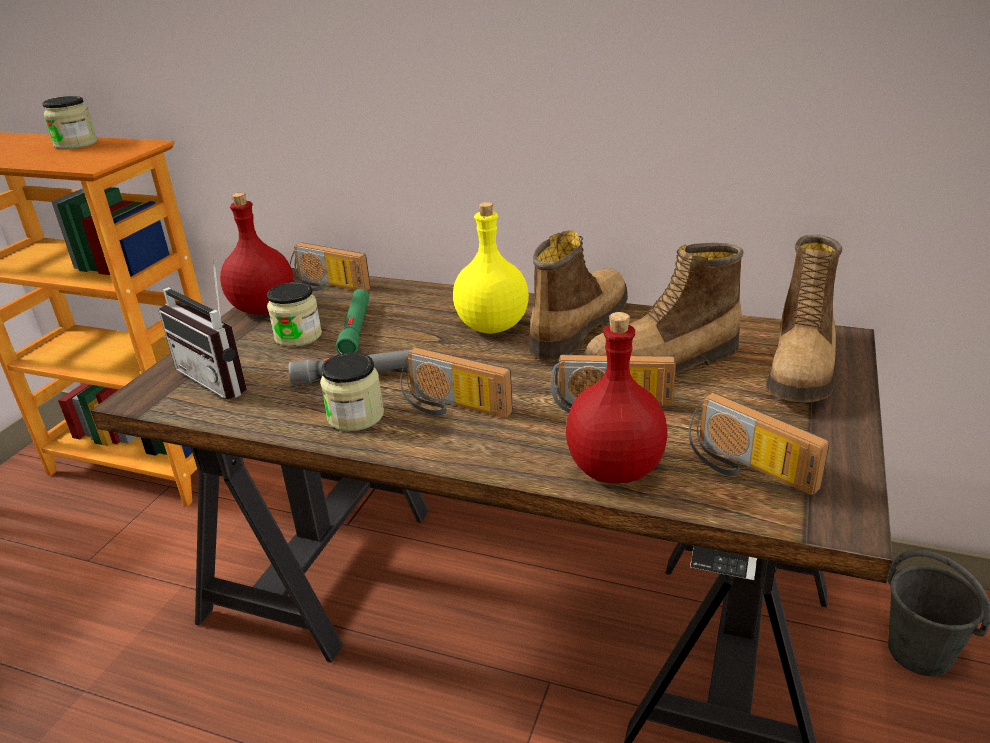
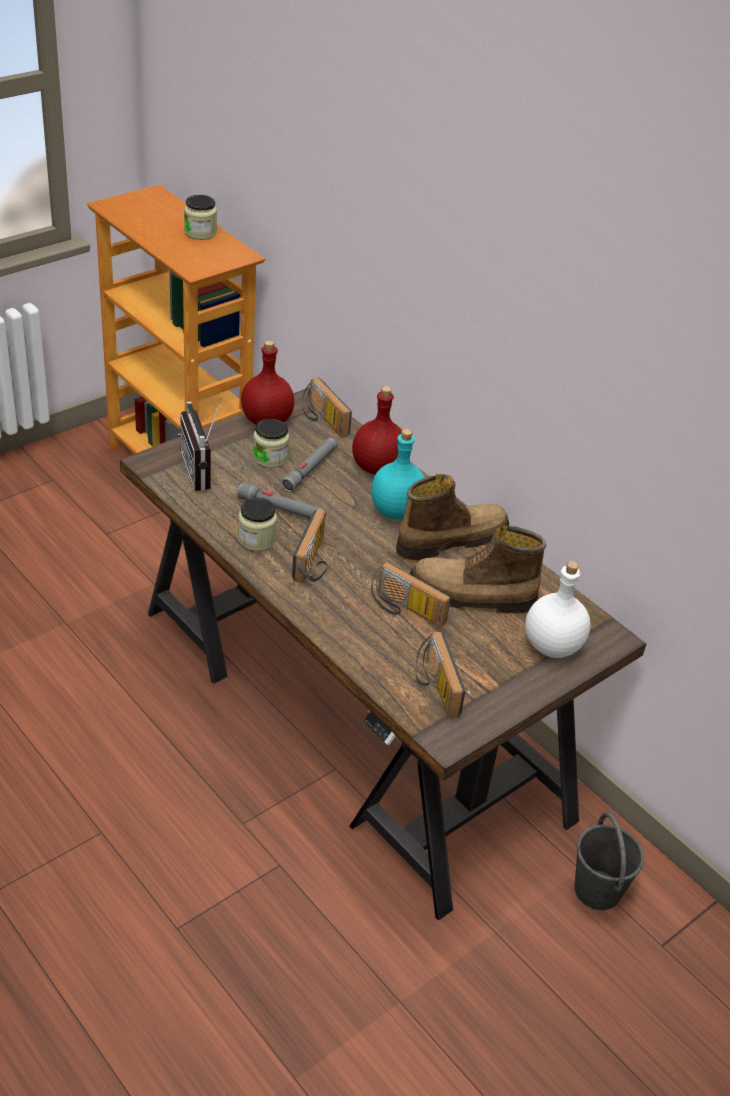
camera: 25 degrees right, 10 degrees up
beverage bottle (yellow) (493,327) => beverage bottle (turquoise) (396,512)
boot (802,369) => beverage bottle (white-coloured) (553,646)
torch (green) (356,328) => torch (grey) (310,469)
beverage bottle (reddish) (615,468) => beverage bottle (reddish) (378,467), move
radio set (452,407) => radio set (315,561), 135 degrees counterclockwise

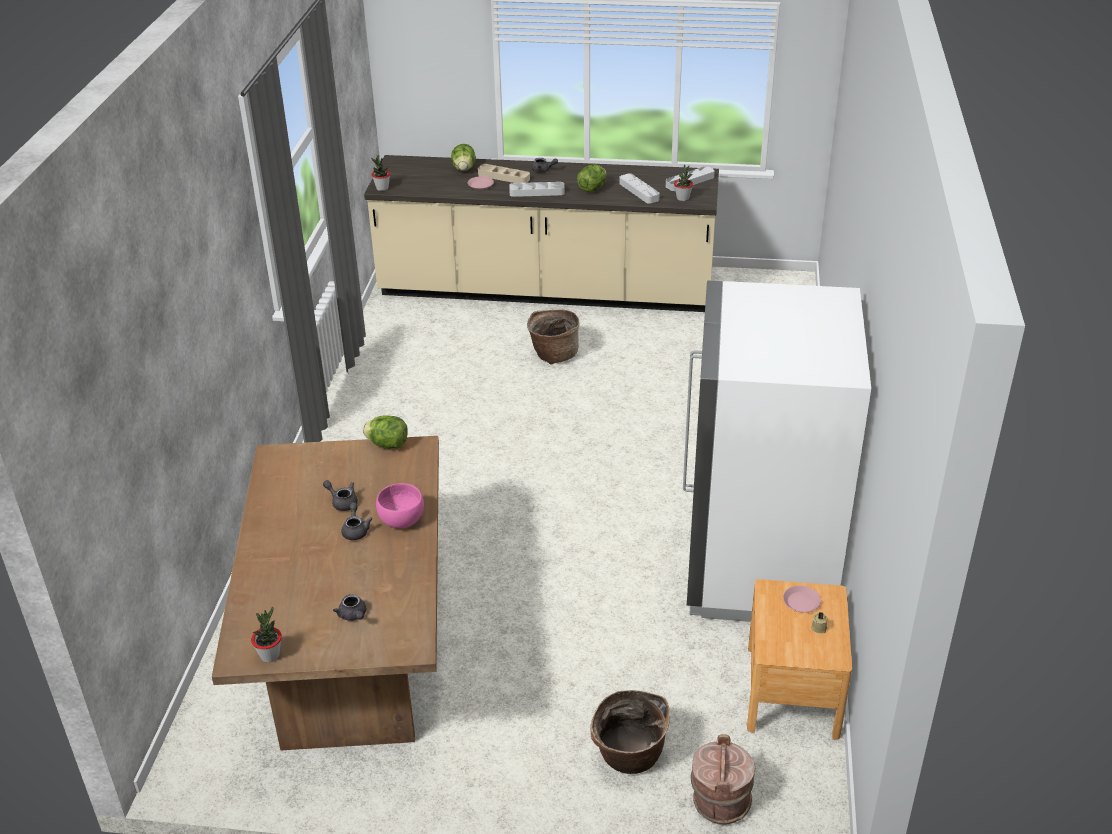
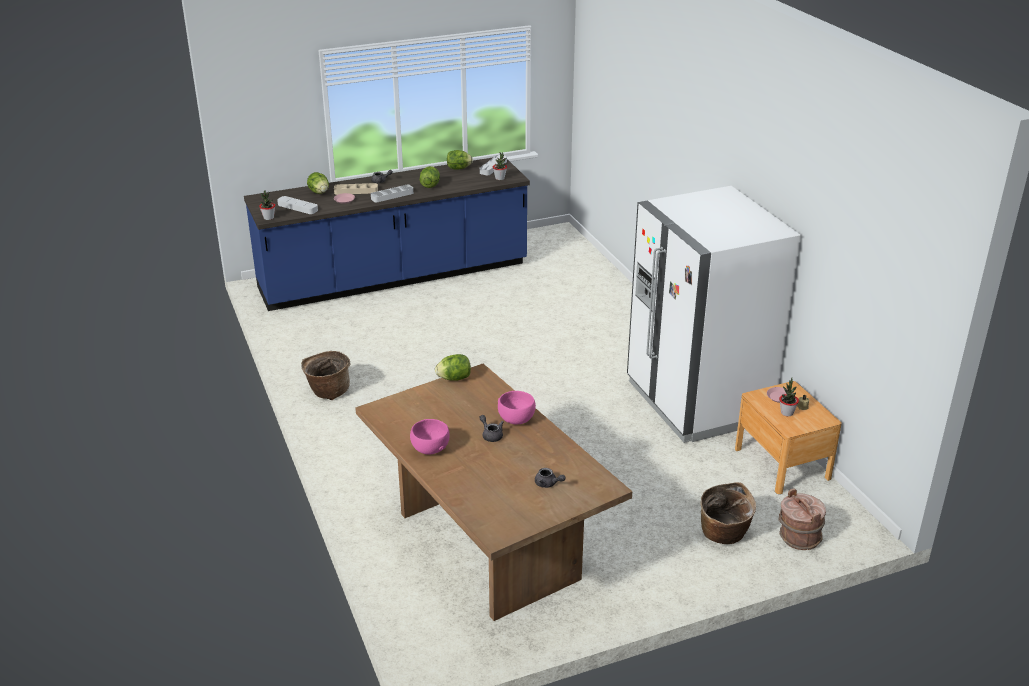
camera: 30 degrees left, 5 degrees down
kitchen counter (beige) (546,290) => kitchen counter (blue) (394,277)
tray (grey) (639,191) => tray (grey) (297,207), move
basket (553,354) => basket (328,392), move
tea pot (grey) (342,502) => nothing
houseplant (270,655) => houseplant (786,413), move
nothing => head of lettuce (458,168)
nothing => bowl (pinkish) (430,449)

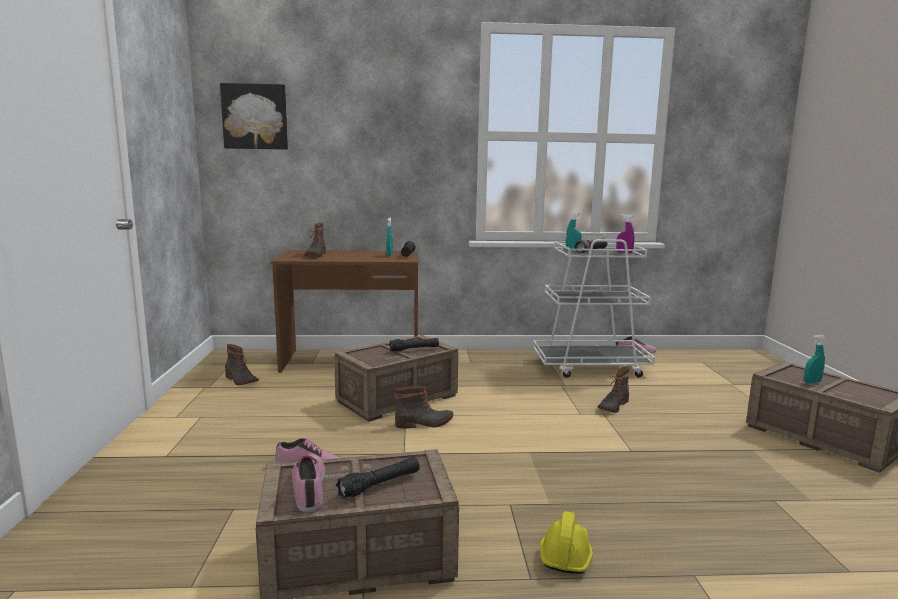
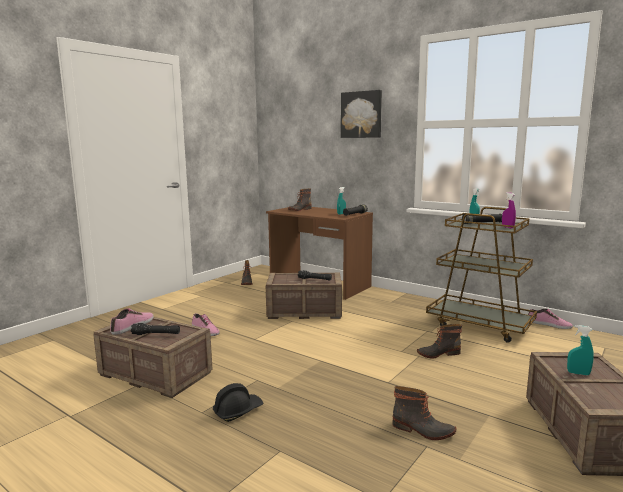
camera: 40 degrees right, 0 degrees up
picture (255,117) => picture (361,114), move
cart (white-coloured) (590,367) => cart (brown-coloured) (480,325)
boot (424,423) => boot (423,430), move
hard hat (yellow) (565,553) => hard hat (black) (238,411)

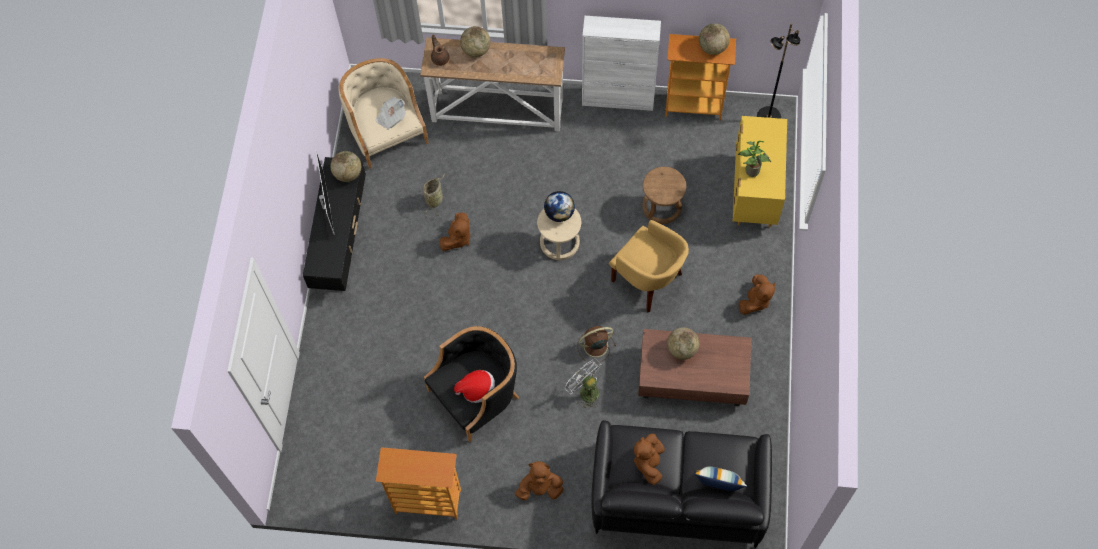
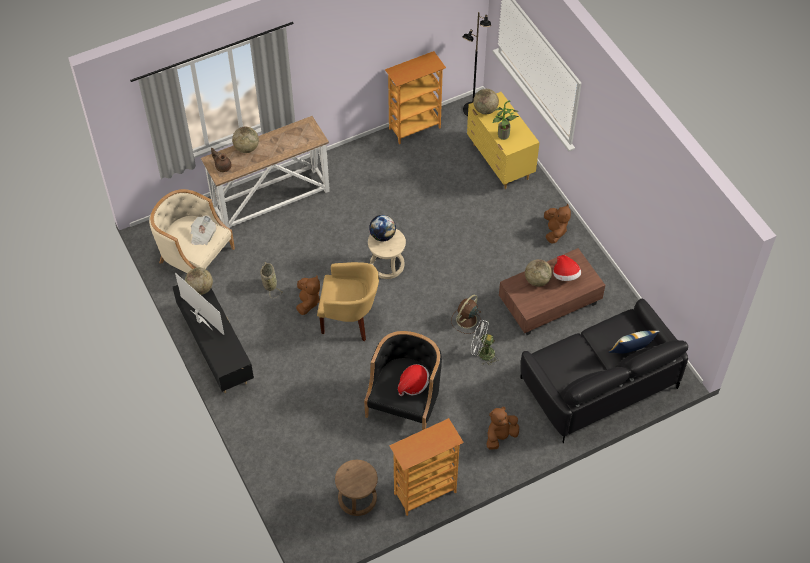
camera: 35 degrees left, 10 degrees down
cabinet (white-coloured) (618,98) => nothing
desk globe (712,48) => desk globe (485,110), move
stool seat (brown-coloured) (662,207) => stool seat (brown-coloured) (357,498), move
lounge chair (yellow) (648,281) => lounge chair (yellow) (349,319), move
plush toy (brown-coloured) (649,462) => nothing
nothing => hat (565,275)

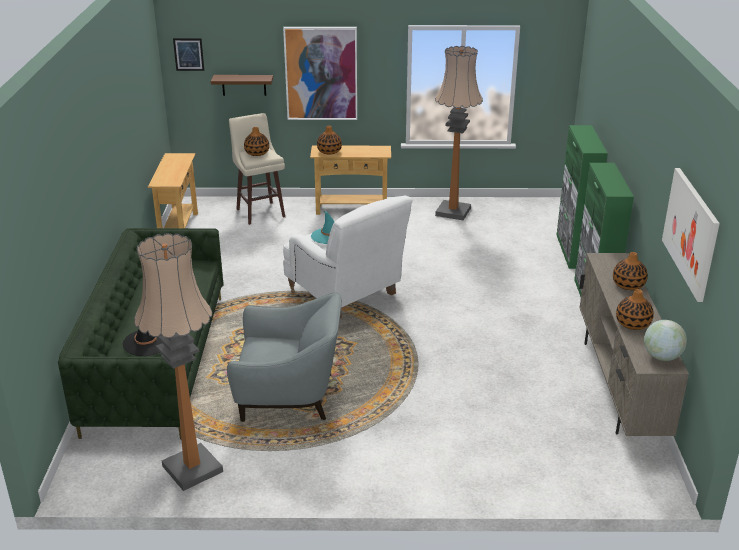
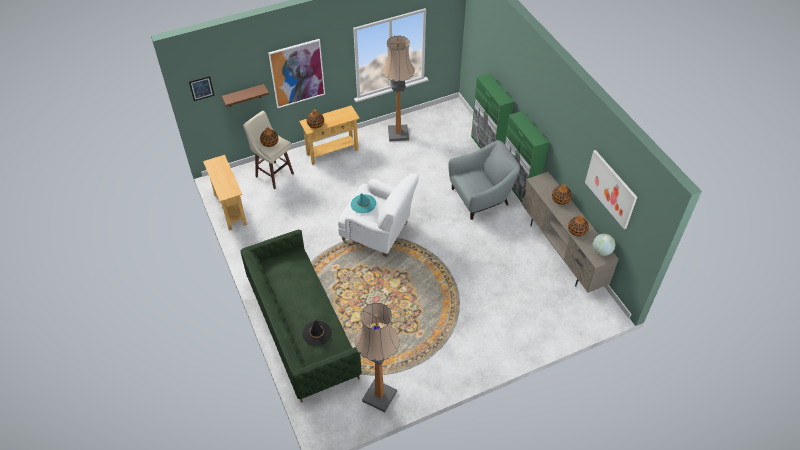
camera: 25 degrees left, 20 degrees up
lounge chair (grey) (289,396) => lounge chair (grey) (481,197), move

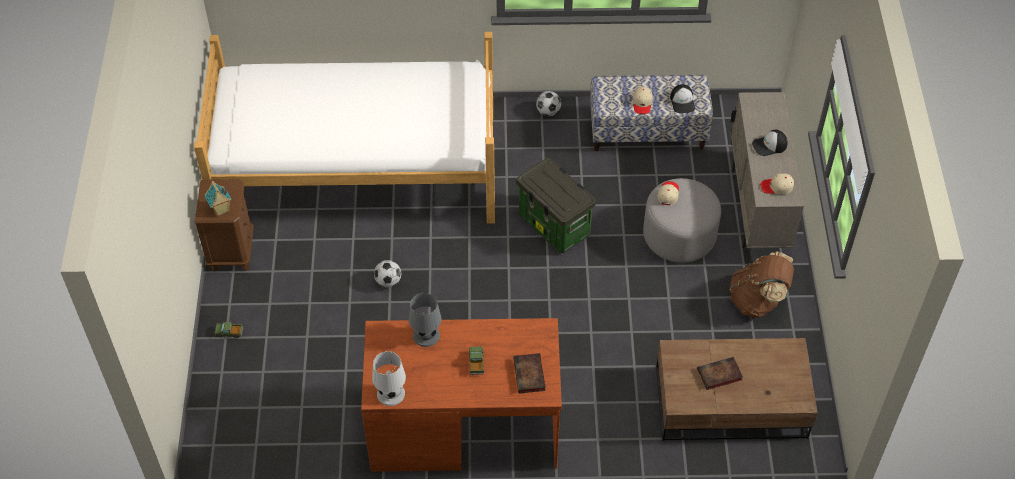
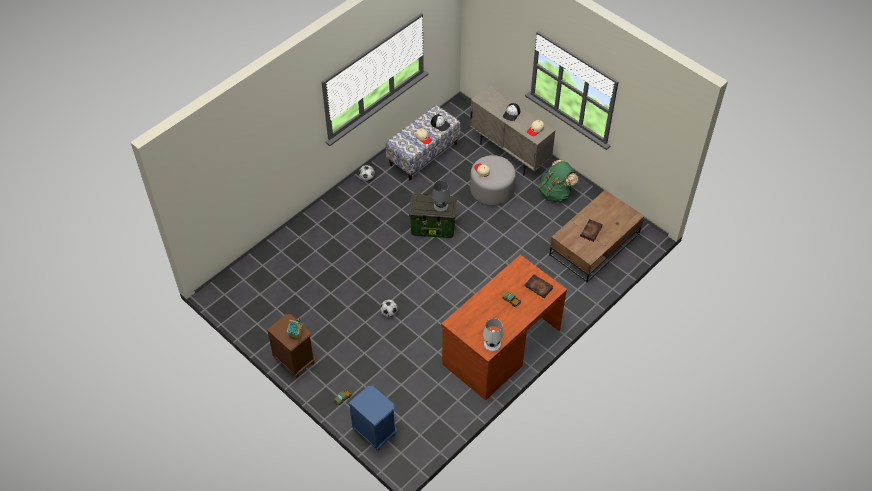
camera: 45 degrees left, 0 degrees up
sleeping bed (357,168) => nothing
rucksack (brown-coloured) (757,301) => rucksack (green) (555,193)
lamp for a table (grey) (426,335) => lamp for a table (grey) (441,206), move
nothing => nightstand (blue) (374,432)

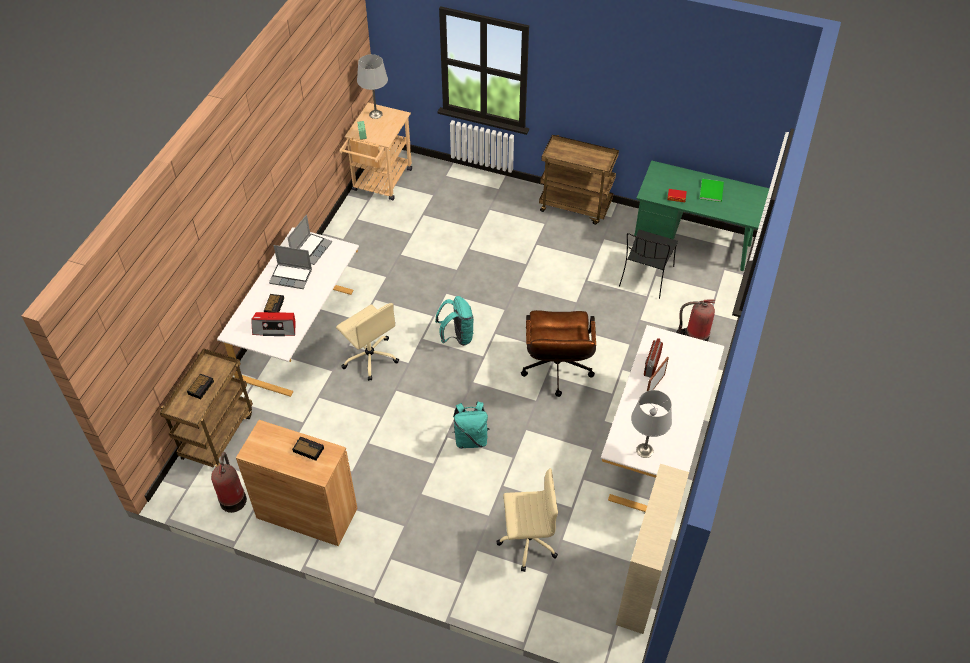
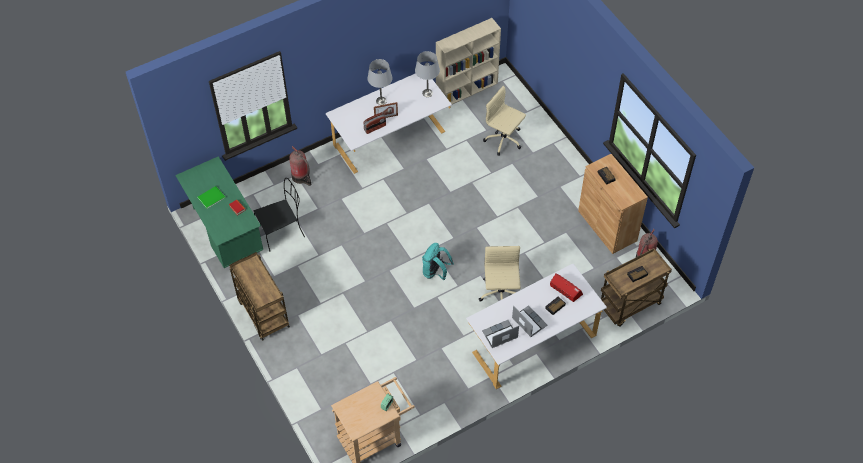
camera: 140 degrees left, 5 degrees up
lamp for a table (grey) (376,114) => lamp for a table (grey) (381,100), move
office chair (brown-coloured) (556,373) => nothing
rucksack (turquoise) (471,439) => nothing

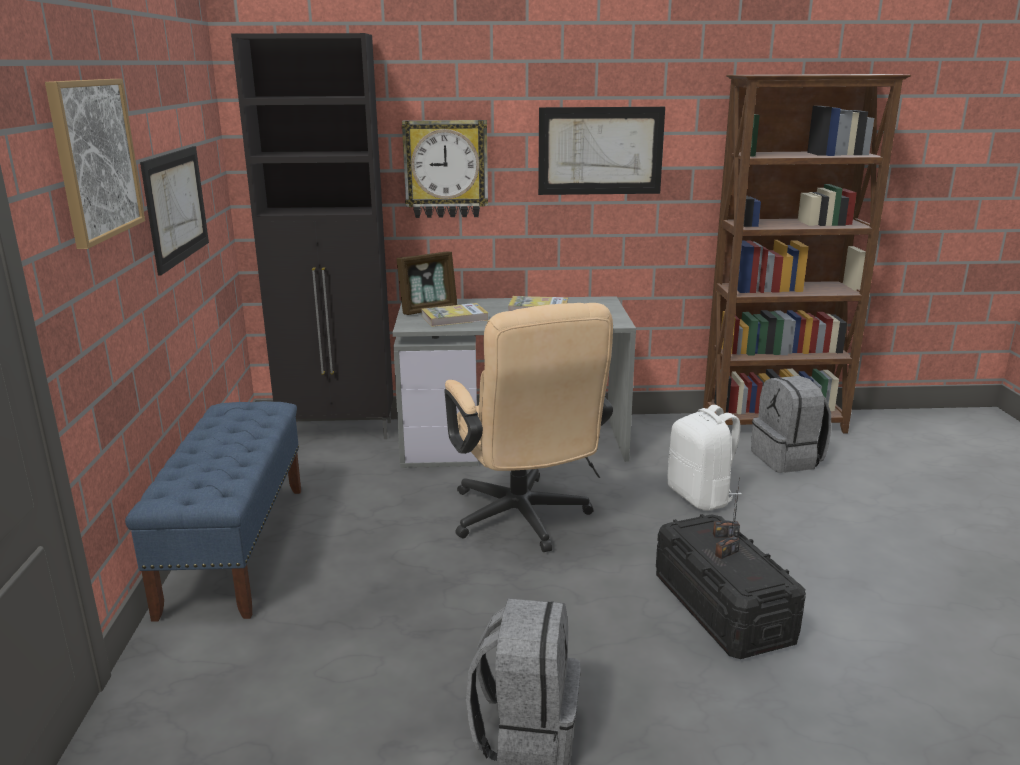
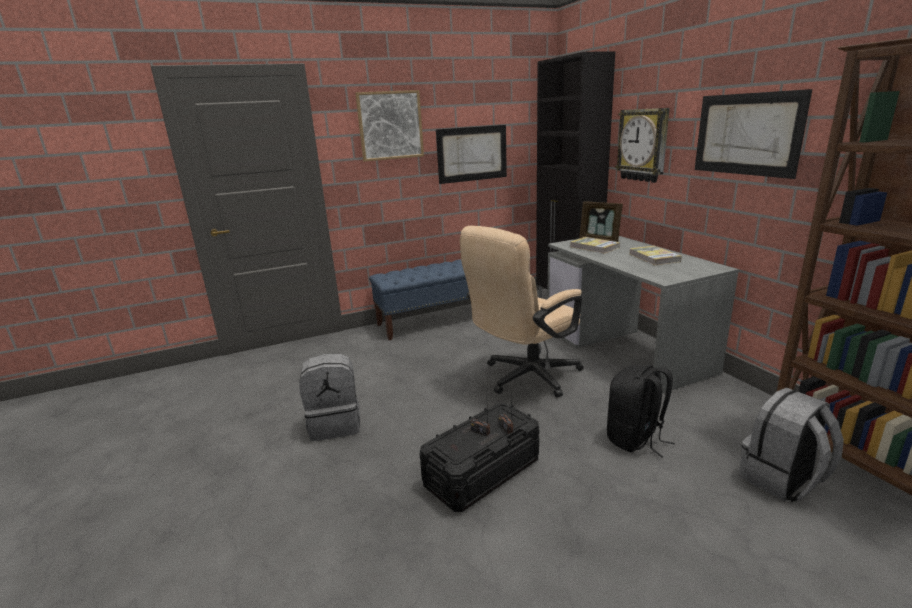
camera: 70 degrees right, 0 degrees up
rucksack (white-coloured) (701,497) => rucksack (black) (636,439)

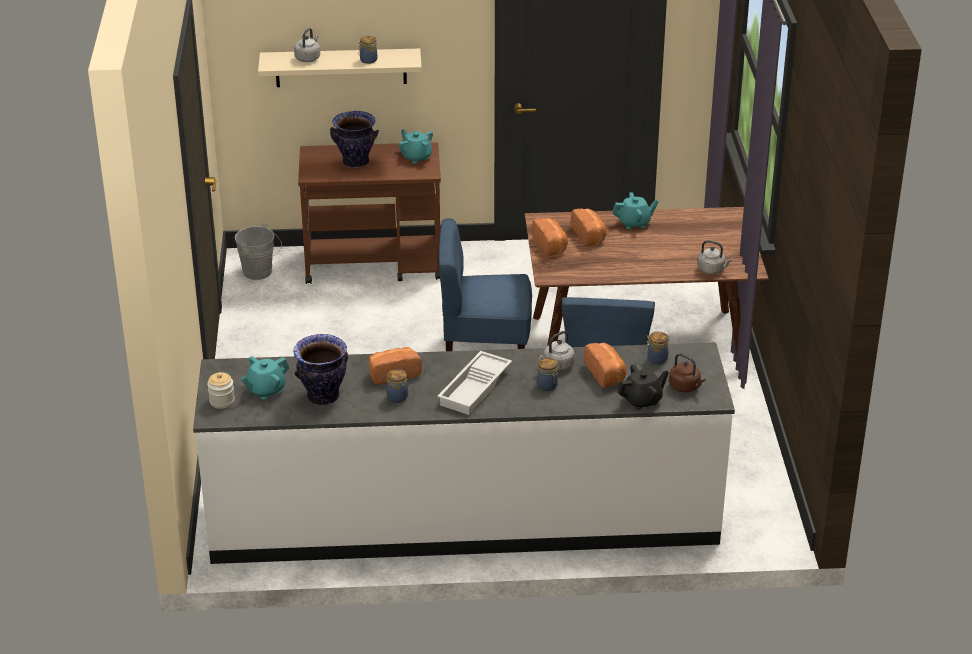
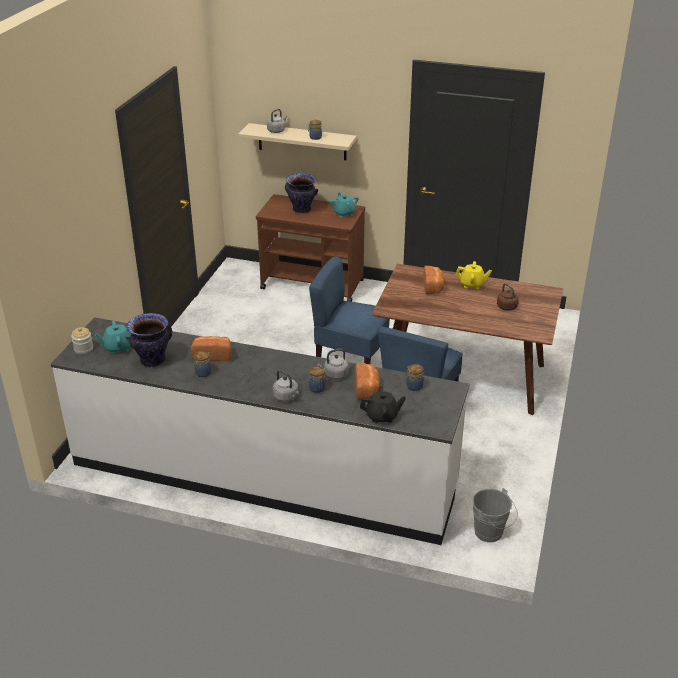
camera: 20 degrees right, 0 degrees up
tea pot (turquoise) (634,223) => tea pot (yellow) (472,284)
baked bread (551,245) => nothing
pail (grey) (260,273) => pail (grey) (491,534), move
tea kettle (grey) (712,270) => tea kettle (grey) (287,397), move
tray (white-coloured) (476,388) => nothing
tea kettle (brown-coloured) (685,387) => tea kettle (brown-coloured) (507,307), move

